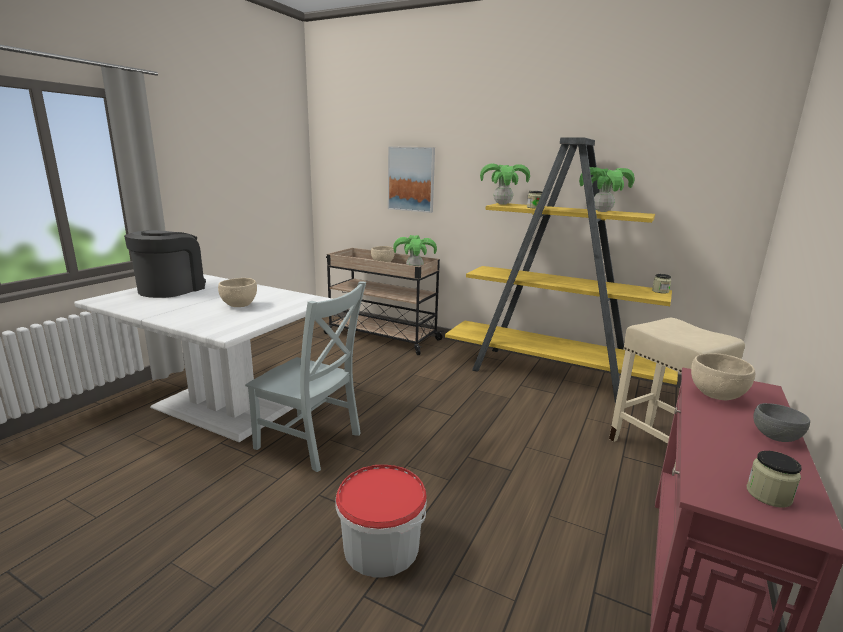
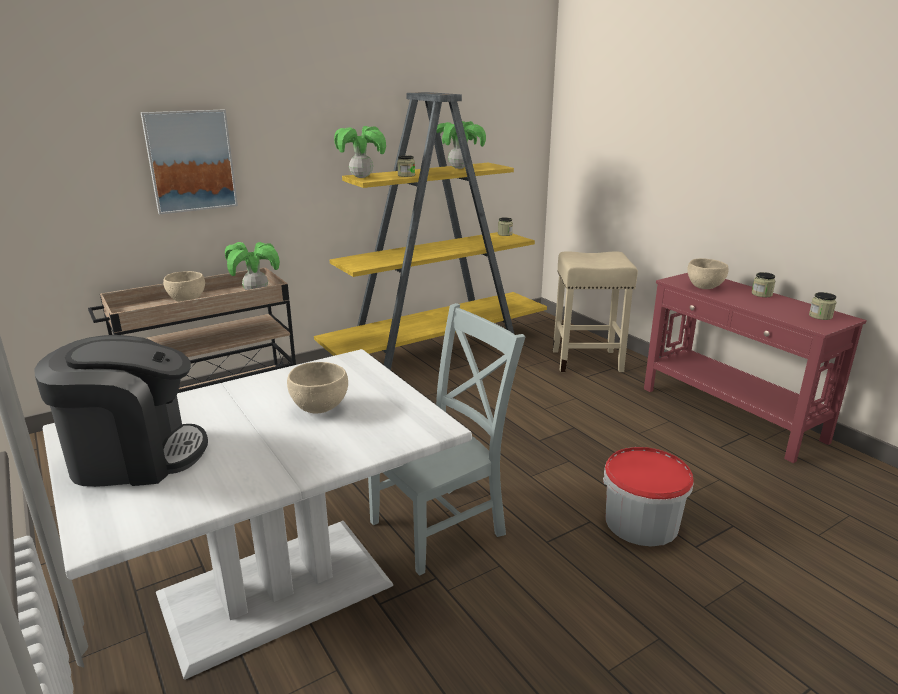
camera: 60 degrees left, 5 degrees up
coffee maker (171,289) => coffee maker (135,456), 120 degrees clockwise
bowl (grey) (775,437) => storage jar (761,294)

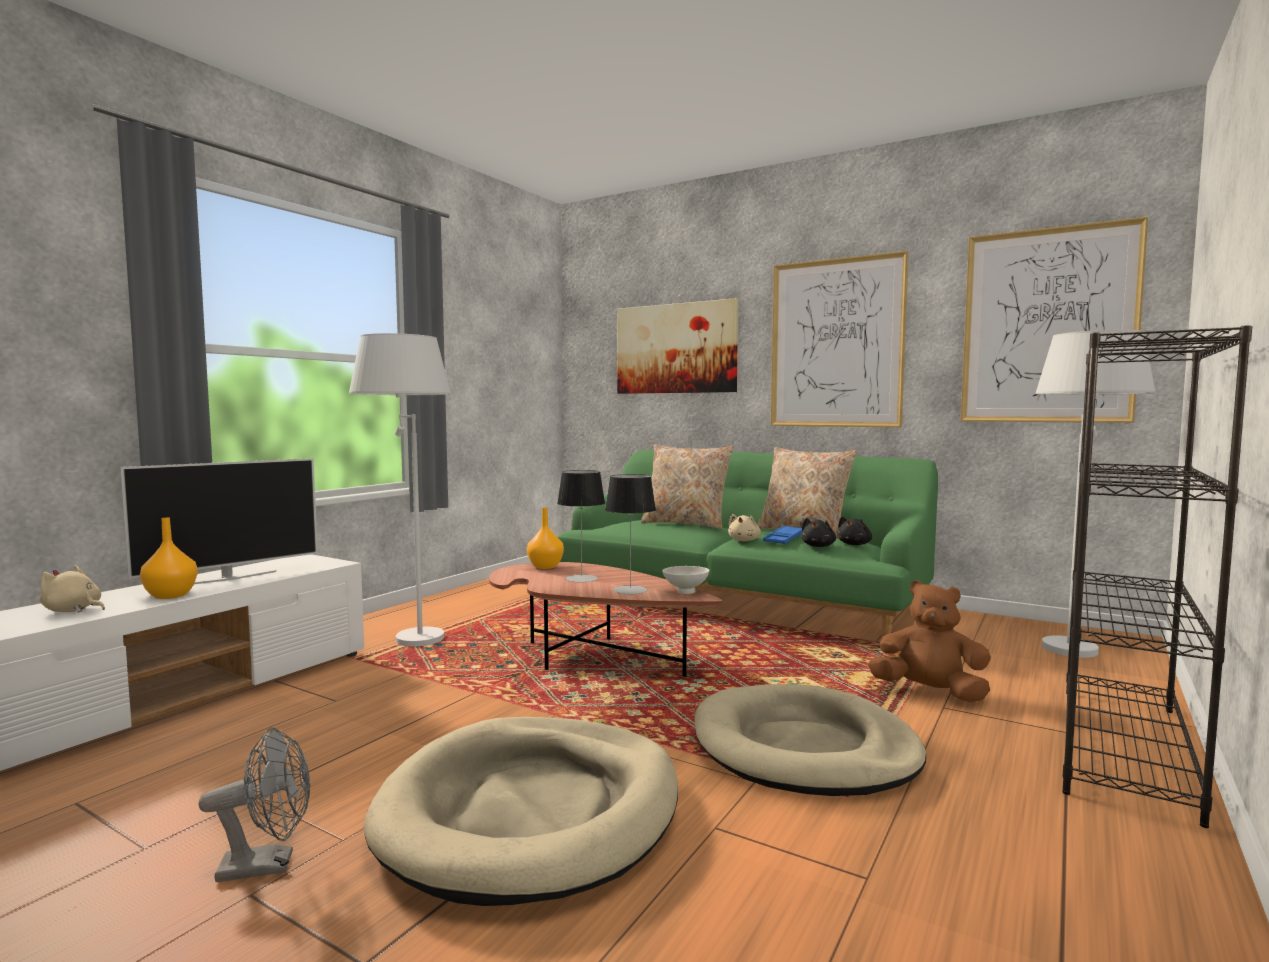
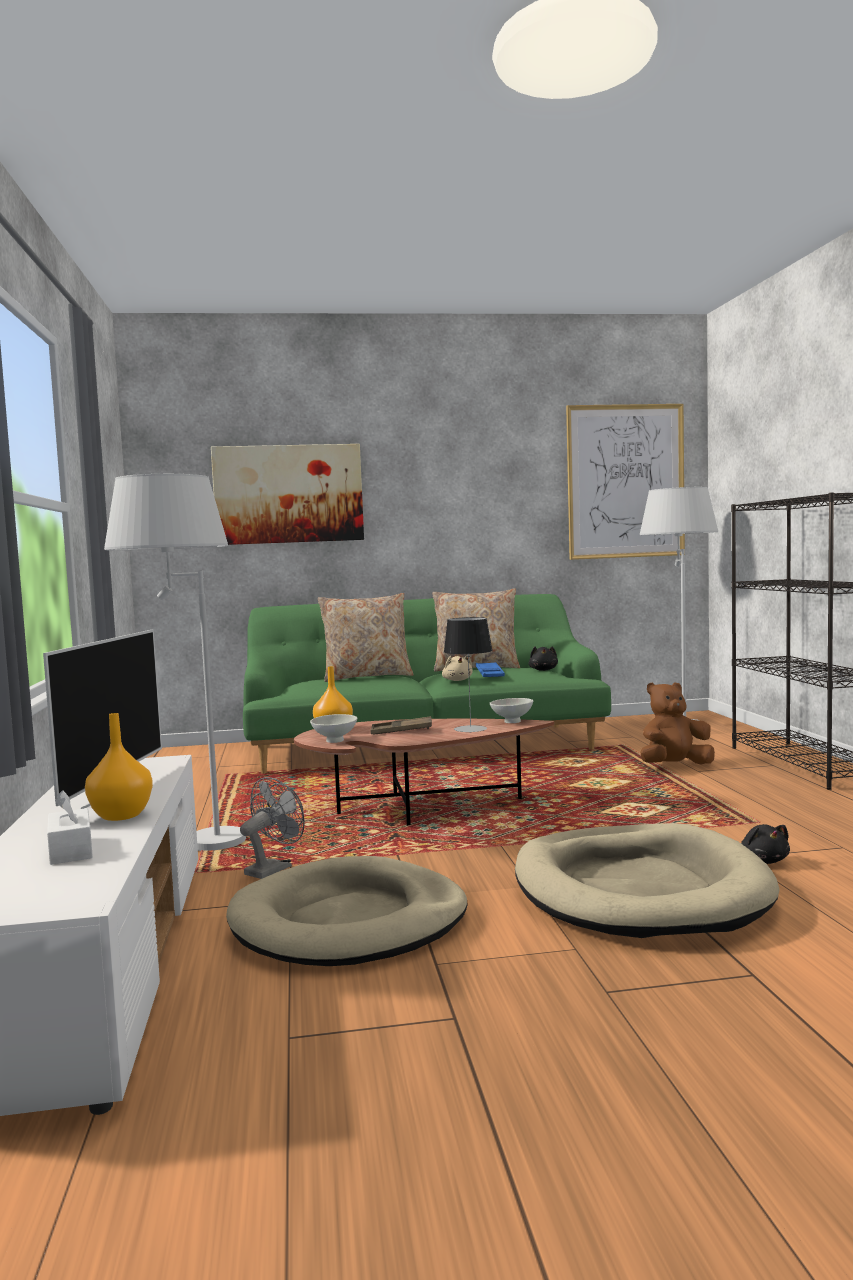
camera: 40 degrees left, 0 degrees up
picture (836,343) => nothing
lamp for a table (581,578) => tray (brown-coloured) (401,731)
plush toy (black) (818,546) => plush toy (black) (763,861), move
plush toy (beige) (73,611) => tissue holder (white-coloured) (71,850)
dog cushion (beige) (804,748) => dog cushion (beige) (349,921), move
cooling fan (grey) (268,865) => cooling fan (grey) (273,868), move
nothing => bowl (white-coloured) (336,741)

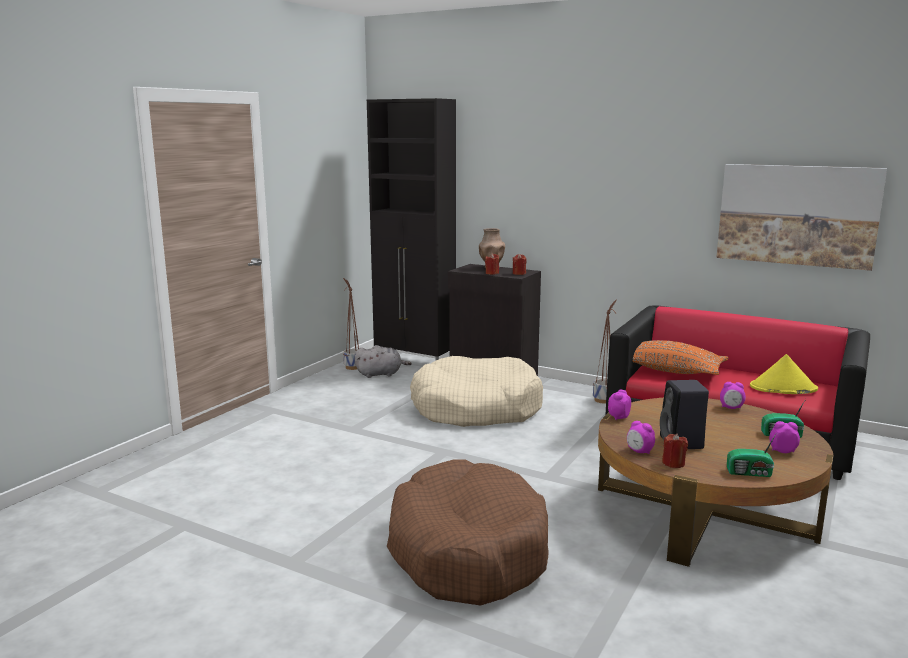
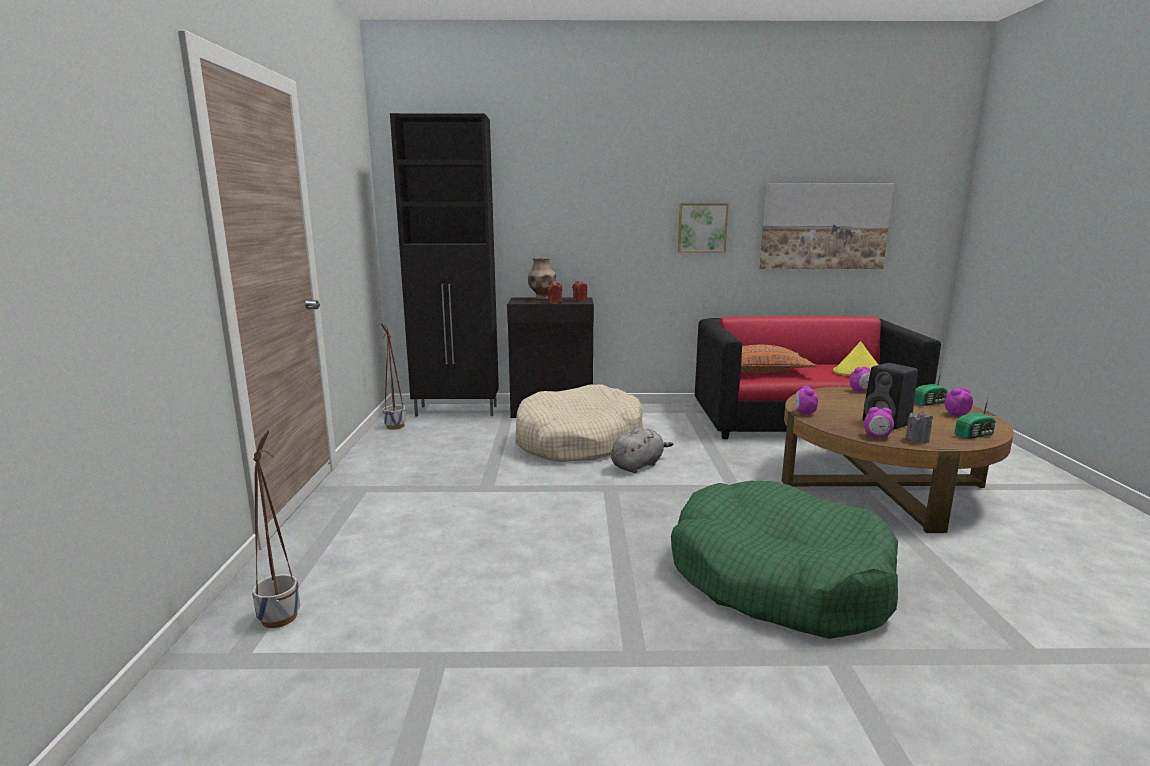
camera: 30 degrees left, 0 degrees up
flower pot (603,400) => flower pot (280,617), move
plush toy (grey) (381,374) => plush toy (grey) (638,465), move
candle (reddish) (673,463) => candle (grey) (917,440)
dog cushion (brown-coloured) (467,550) => dog cushion (green) (777,578)
nothing => picture (702,228)

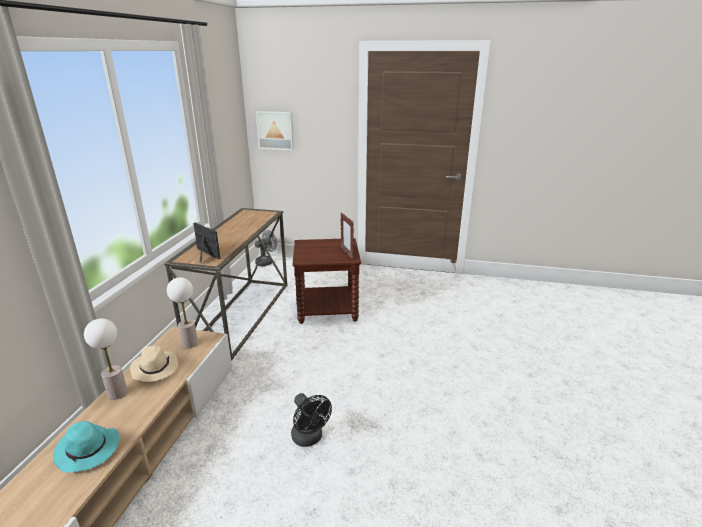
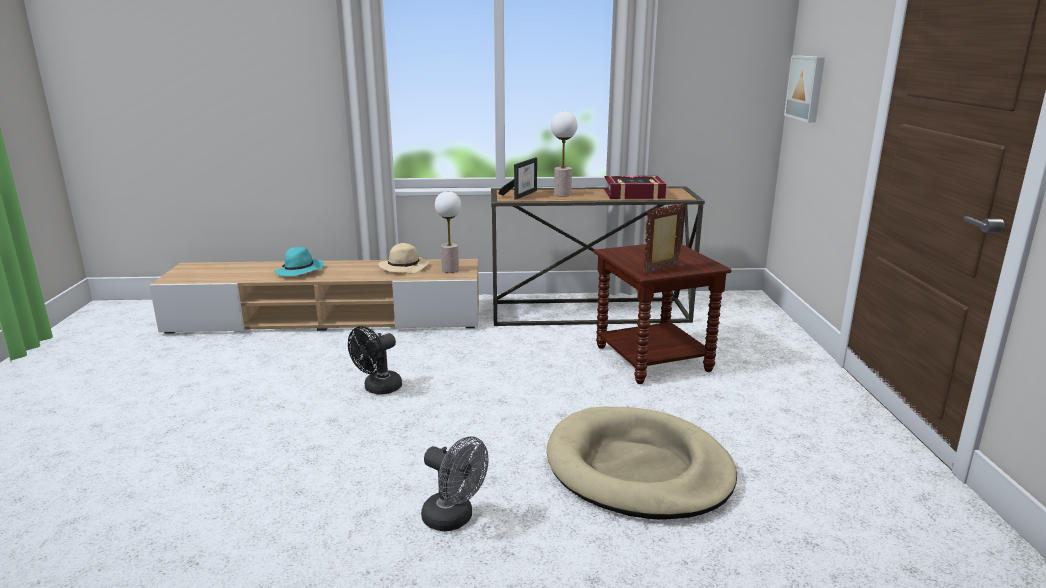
camera: 75 degrees right, 5 degrees down
cooling fan (grey) (266,262) => cooling fan (grey) (454,519), move
lamp for a table (117,393) => lamp for a table (562,194), move
nothing => volume (634,194)
nothing => dog cushion (beige) (638,469)

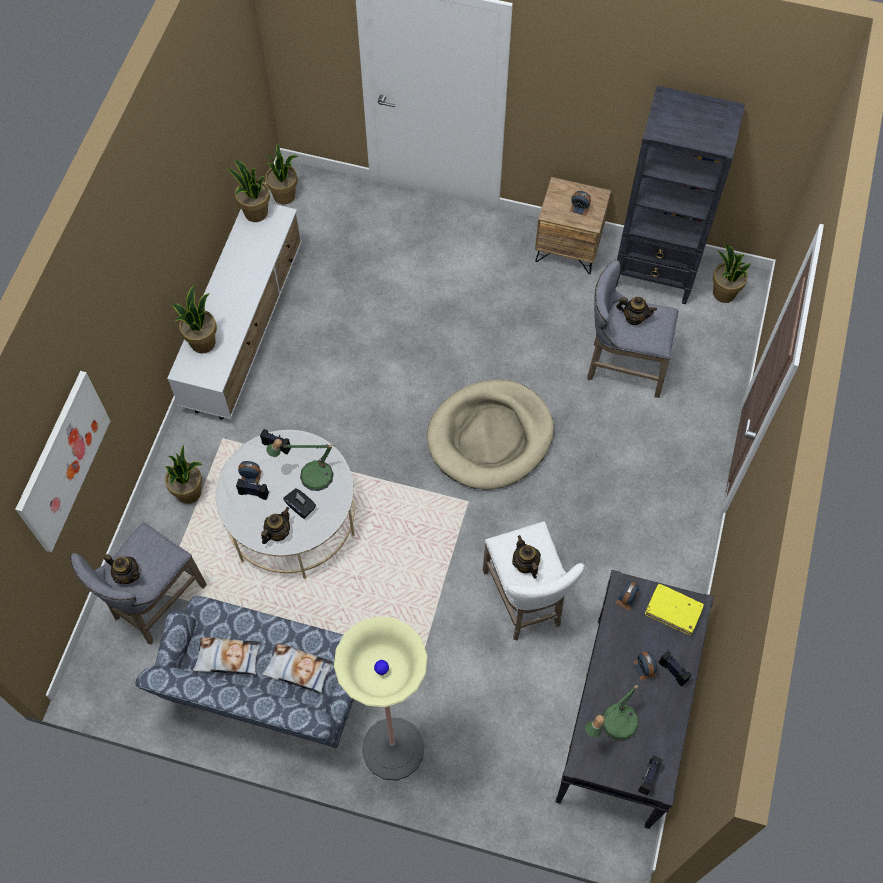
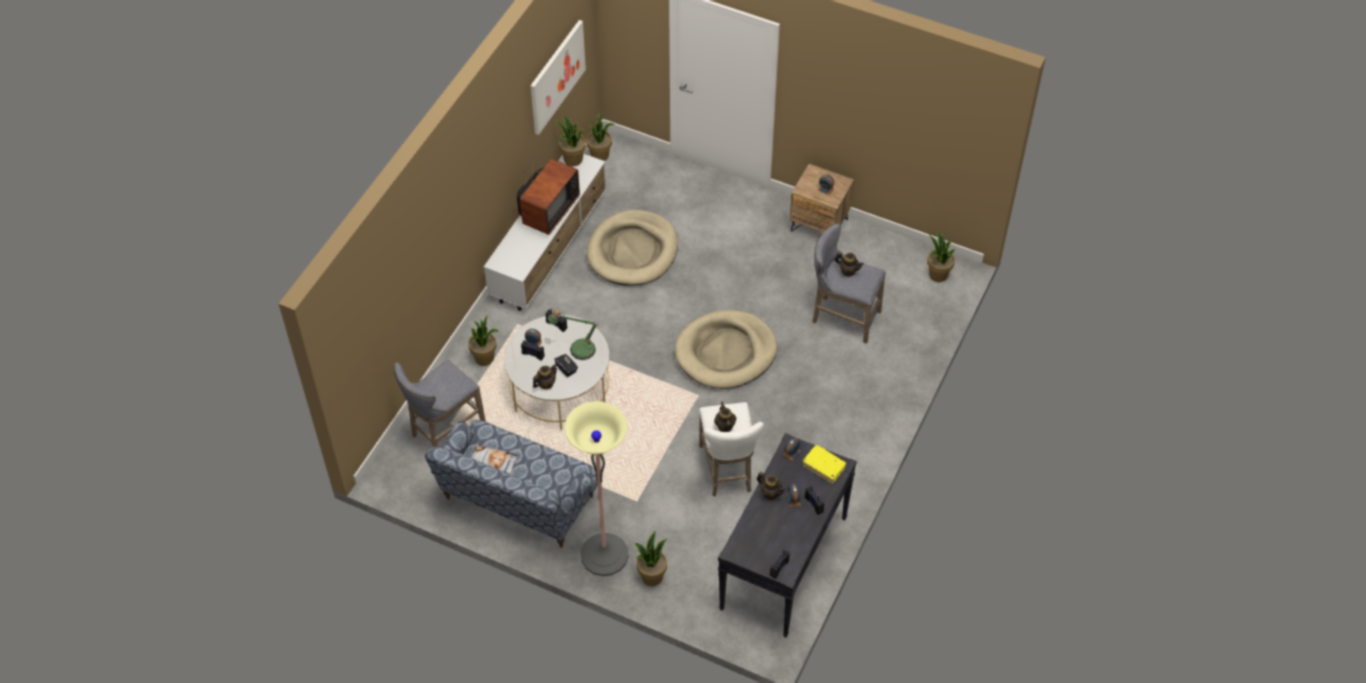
camera: 10 degrees right, 10 degrees down
bookcase (black) (655,273) => nothing
houseplant (202,342) => houseplant (651,576), move
picture (62,461) => picture (557,76), move
tea pot (127,575) => tea pot (770,493), move
pillow (298,670) => nothing
lamp for a table (613,725) => nothing
nothing => television (546,211)
nothing => dog cushion (beige) (633,251)

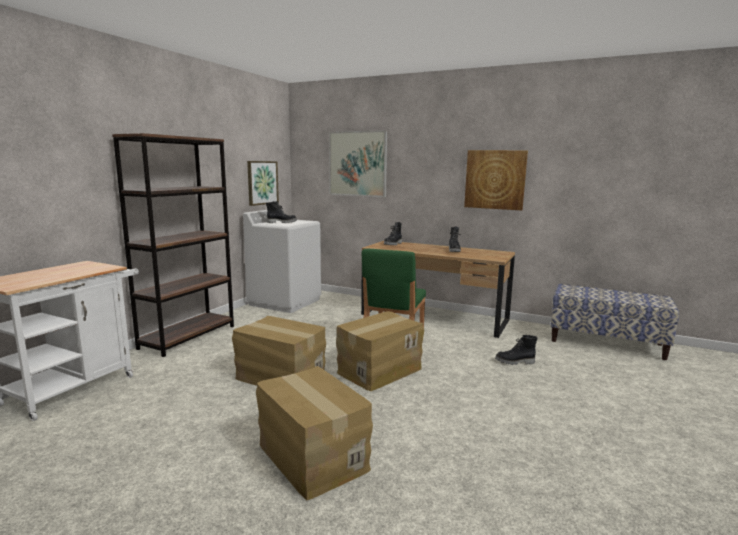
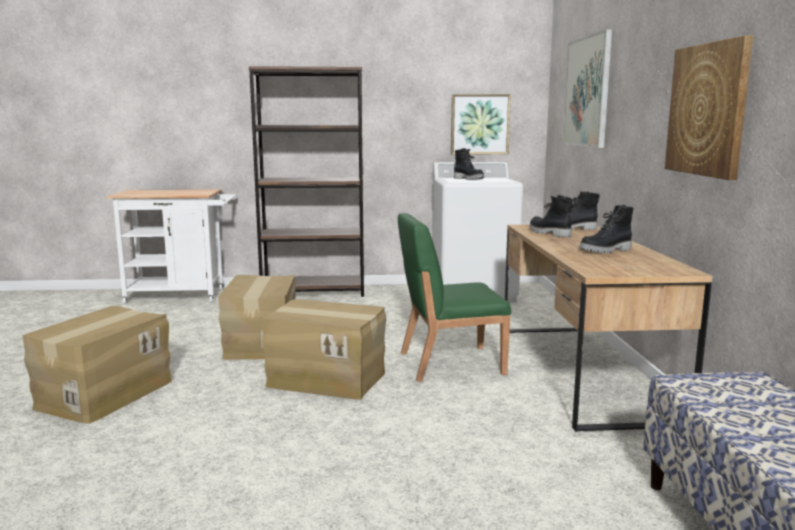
camera: 60 degrees right, 0 degrees up
boot (black) (515,362) => boot (black) (548,233), move

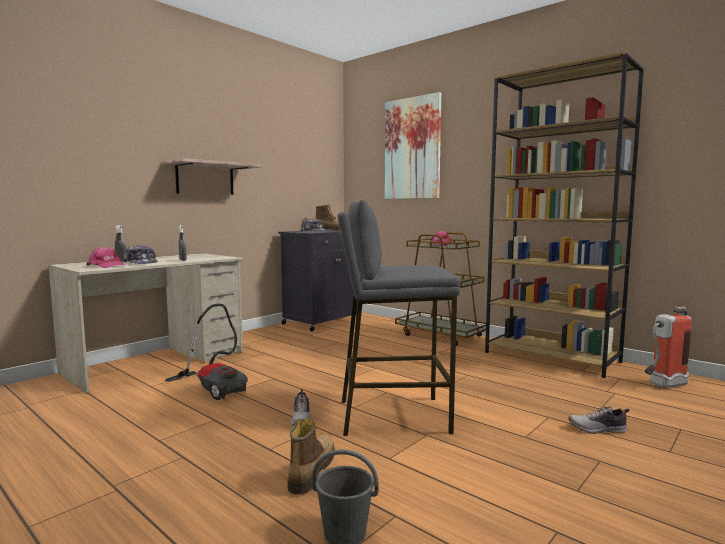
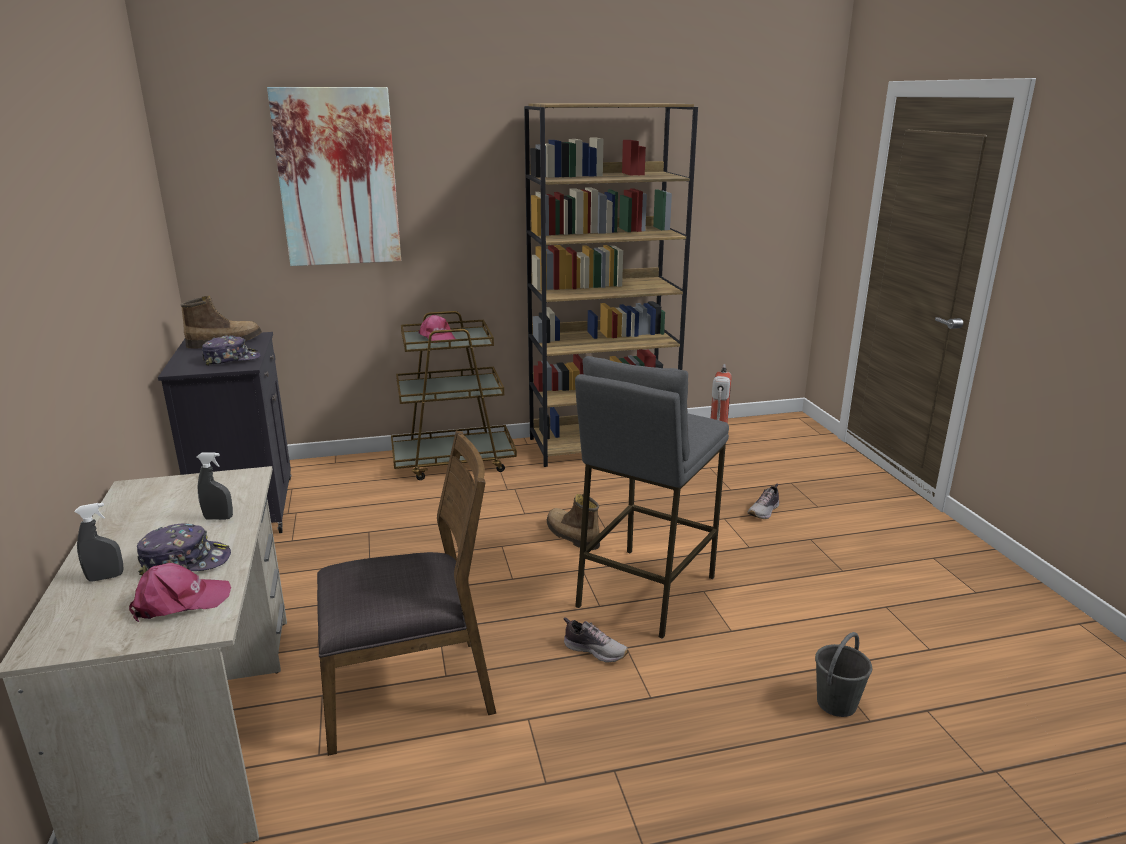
camera: 55 degrees left, 15 degrees up
bracket shelf (205,179) => nothing
hoover (214,387) => upright chair (brown-coloured) (409,689)
boot (311,471) => boot (571,536), move

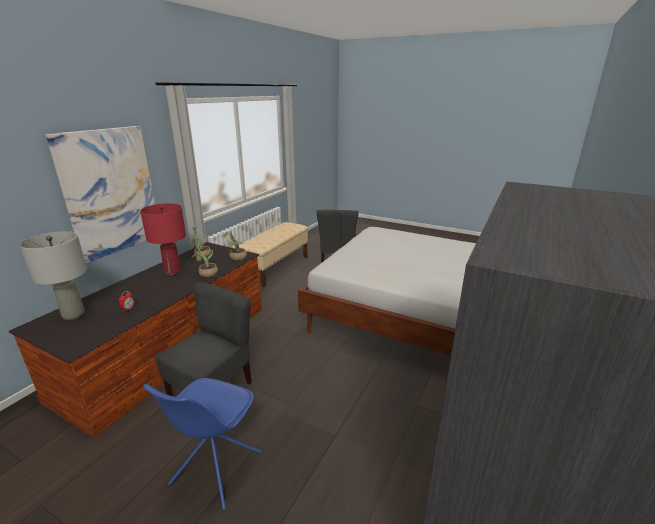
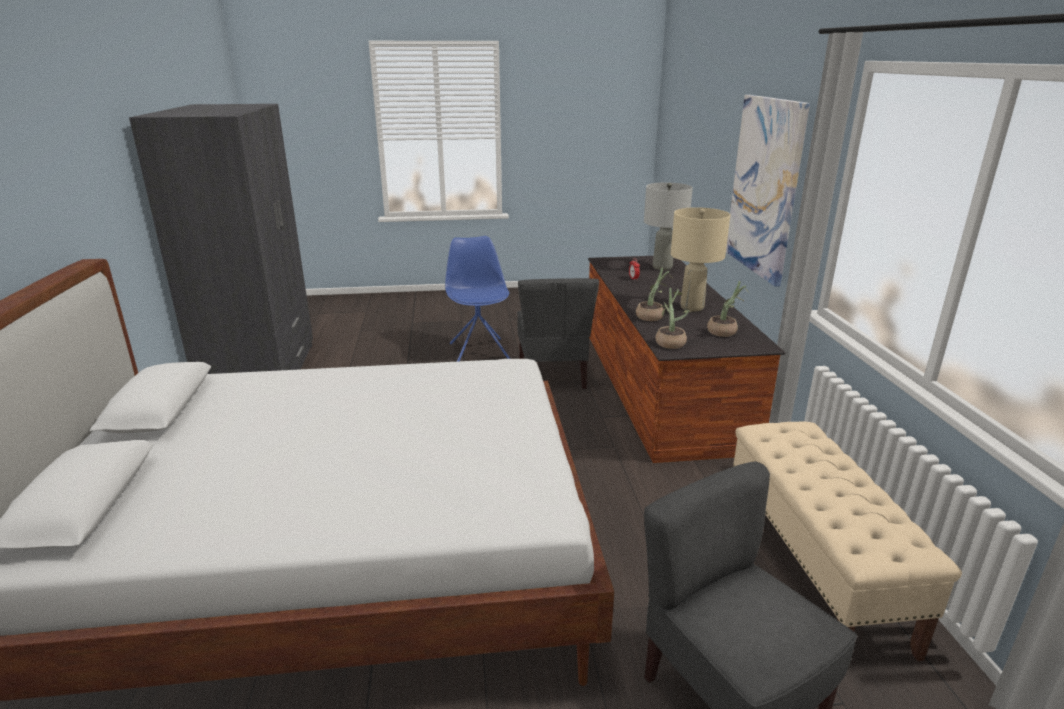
camera: 145 degrees right, 0 degrees up
lamp for a table (reddish) (172,272) => lamp for a table (beige) (692,307)

